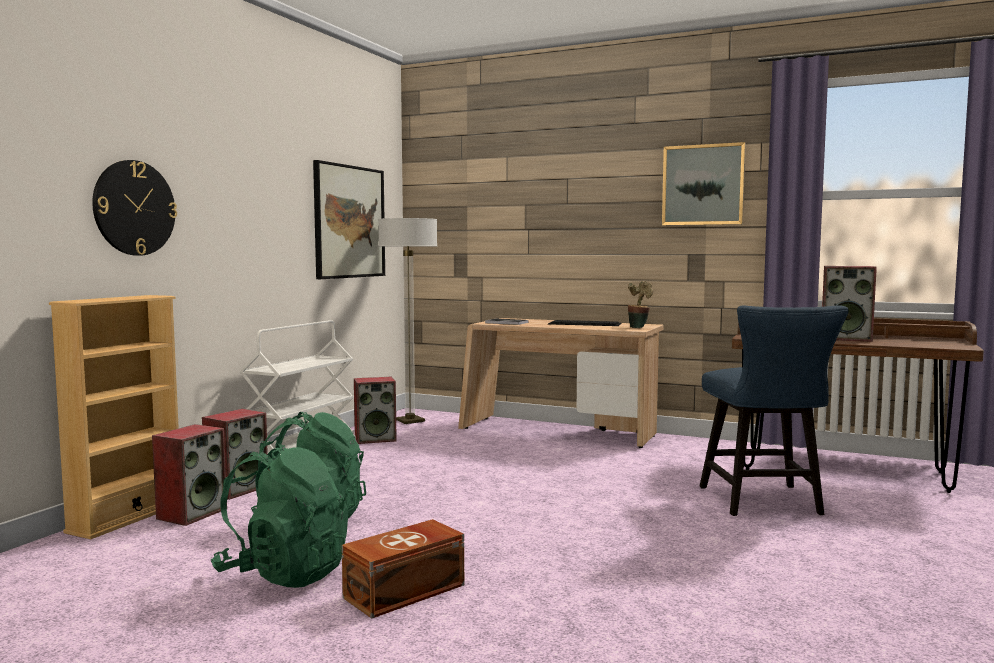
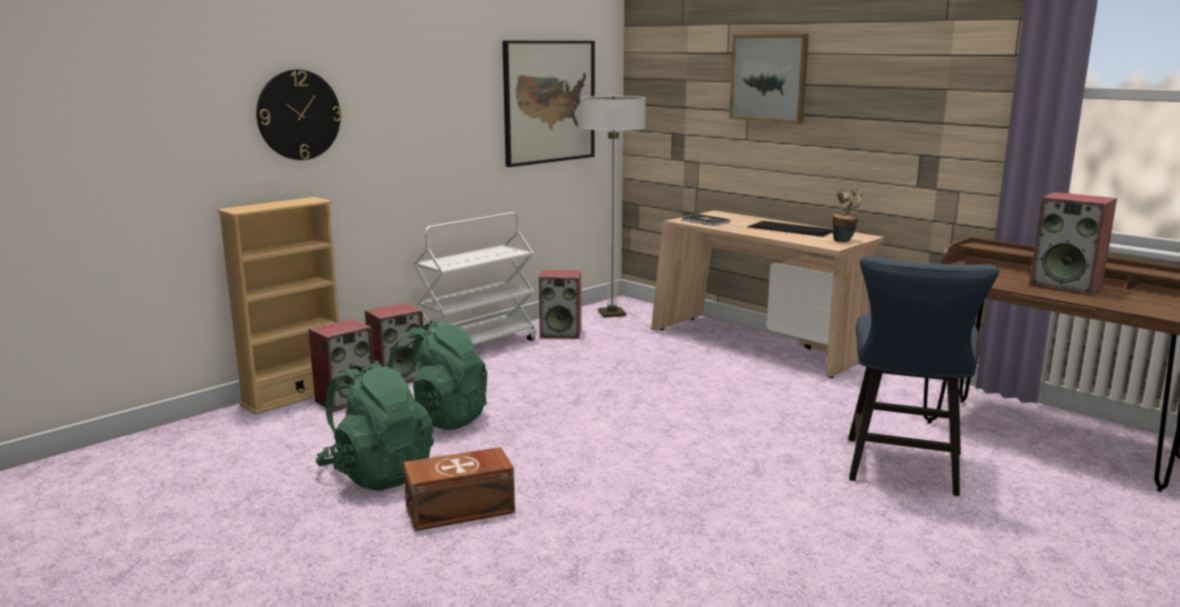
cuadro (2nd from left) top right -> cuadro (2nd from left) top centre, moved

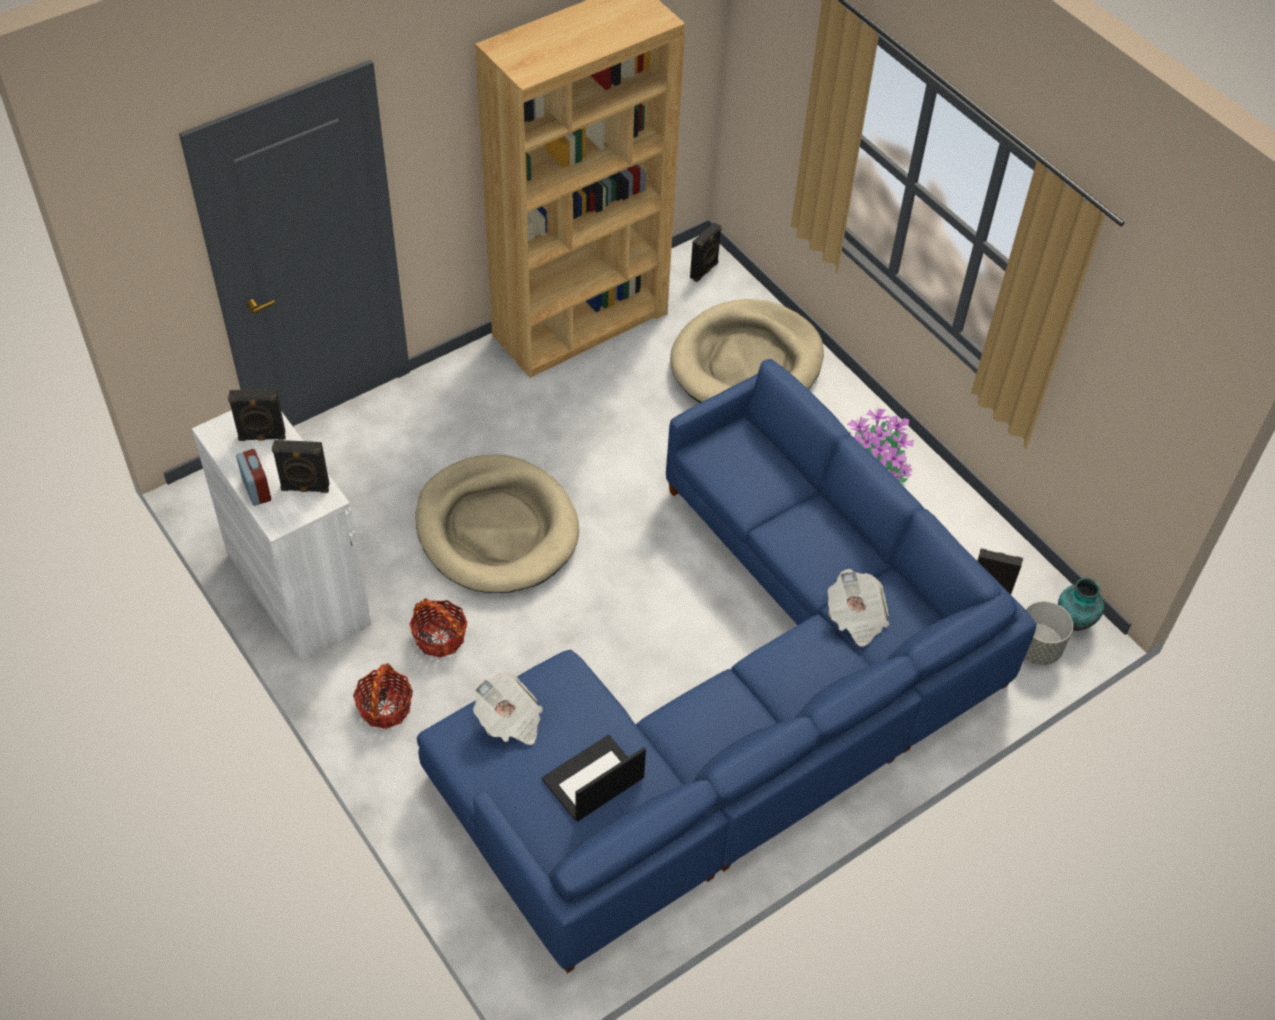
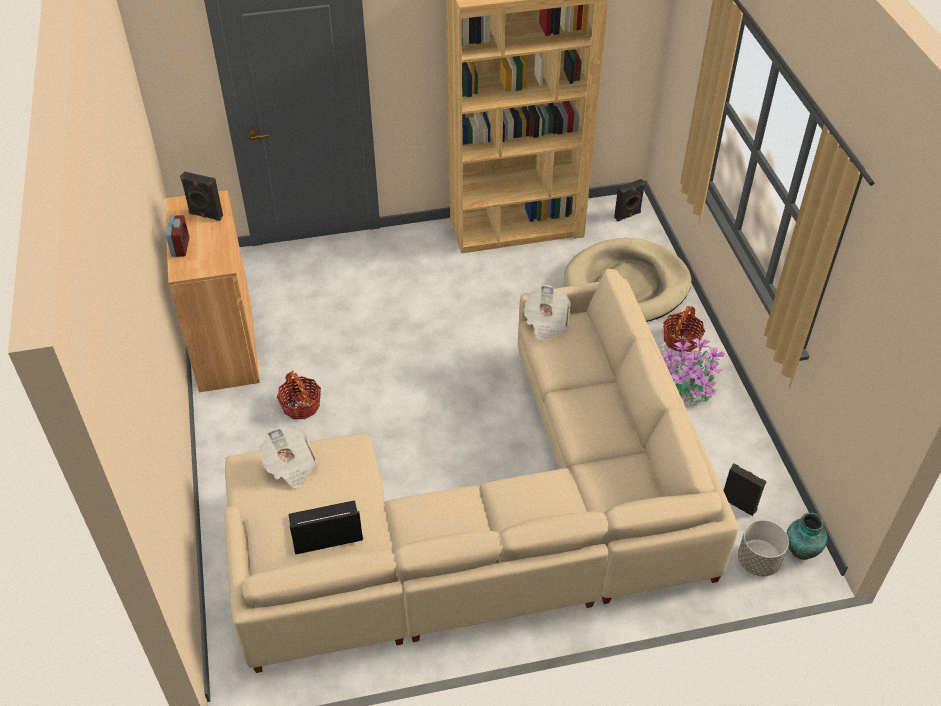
armario [blanco] middle left -> armario [marrón] middle left
sofá [azul] centre -> sofá [beis] bottom centre
periódico (2nd from left) middle right -> periódico (2nd from left) centre, moved
cesta (1st from left in the first image) bottom left -> cesta (2nd from left) middle right, moved
altavoz [negro] (2nd from left) middle left -> none
cama para perro [beis] (1st from left) centre -> none

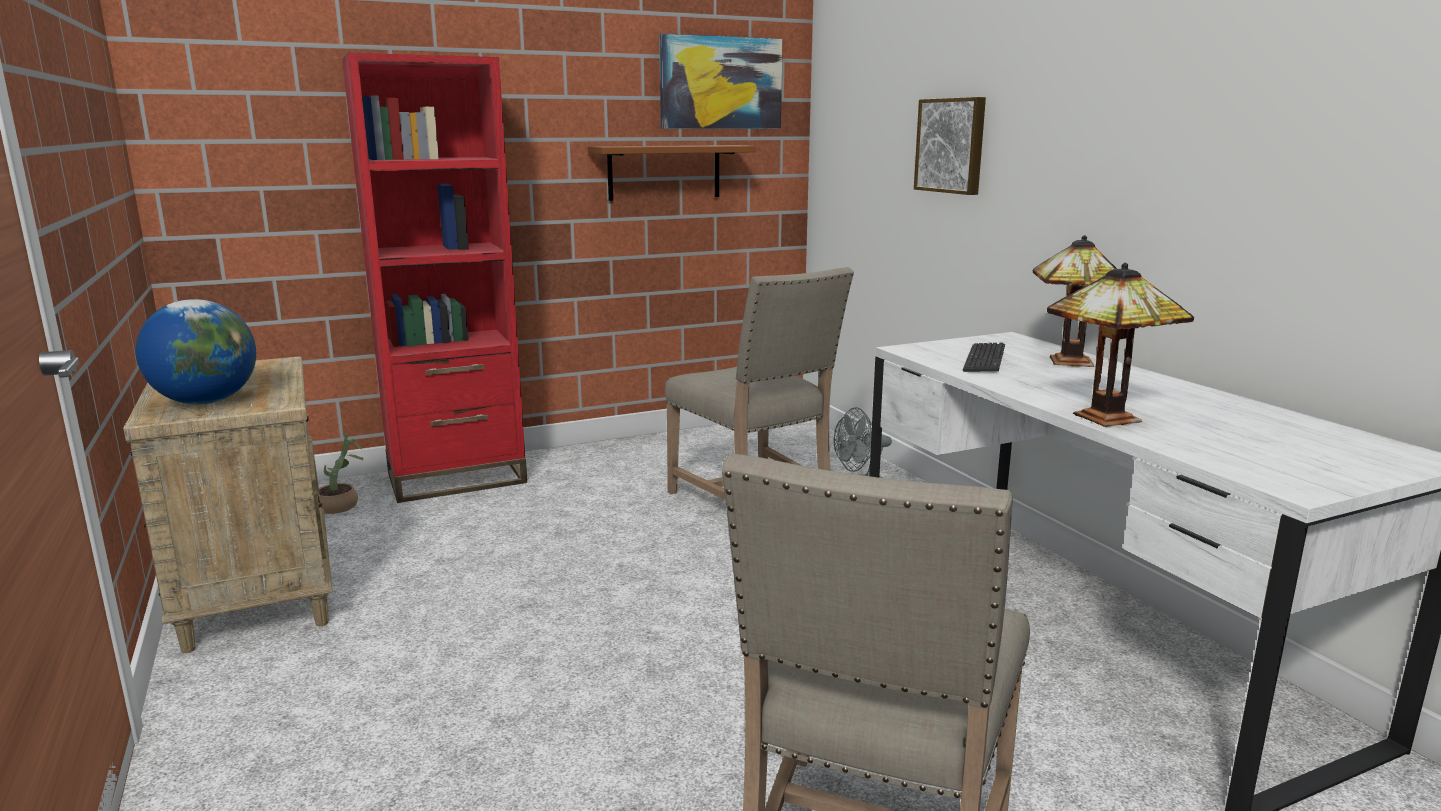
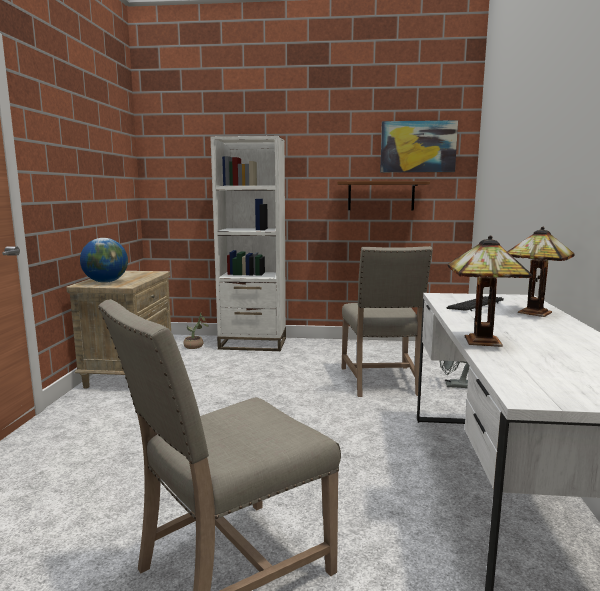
estantería [rojo] middle left -> estantería [blanco] centre
cuadro (2nd from left) top centre -> none

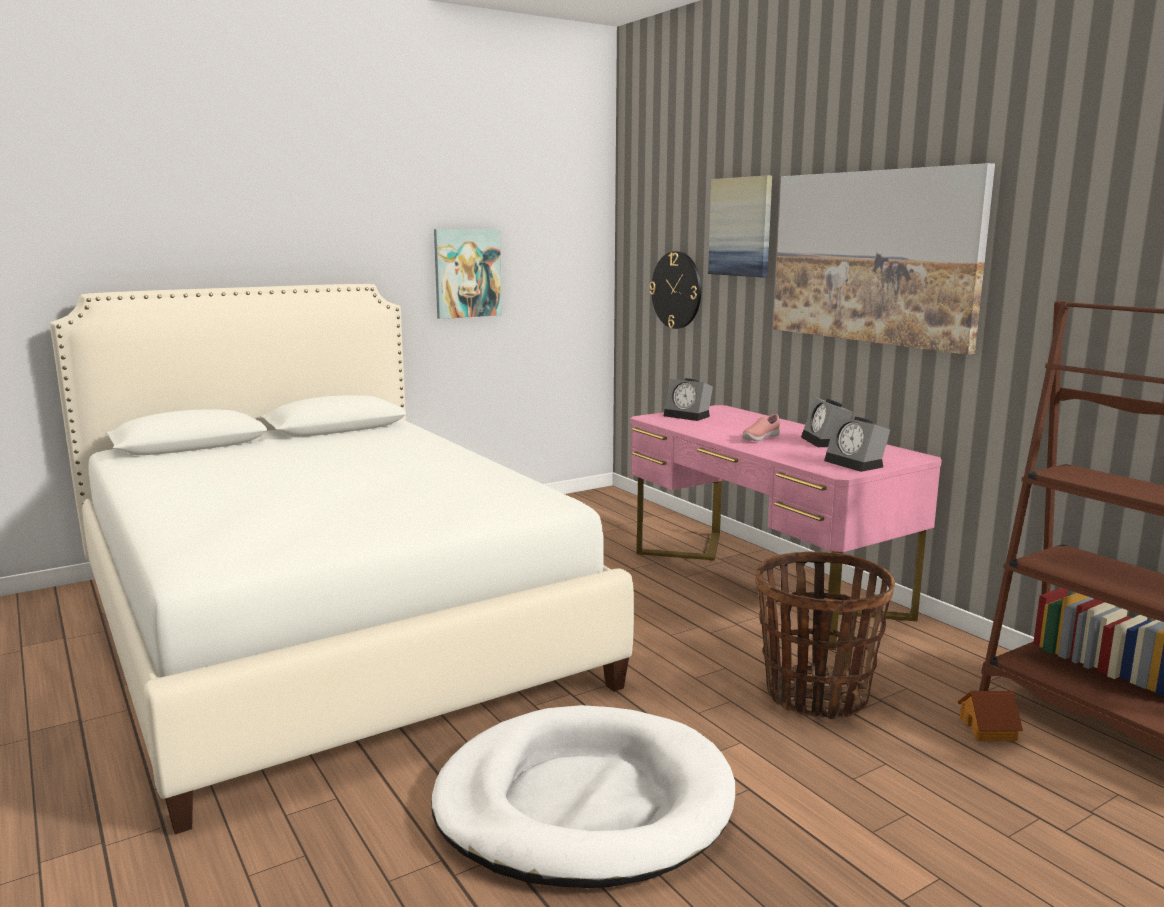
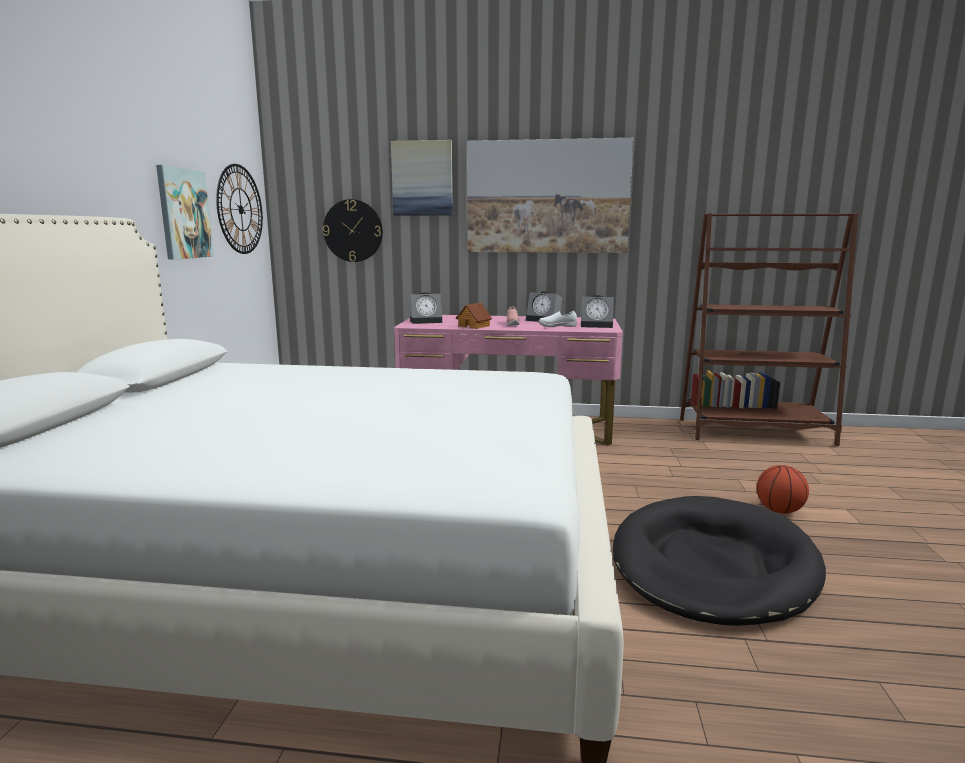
none -> reloj de pared (1st from left) top left
casita bottom right -> casita centre, moved
none -> zapato [blanco] centre
cama para perro [blanco] bottom centre -> cama para perro [negro] bottom right
none -> balón de baloncesto middle right
cesta bottom right -> none

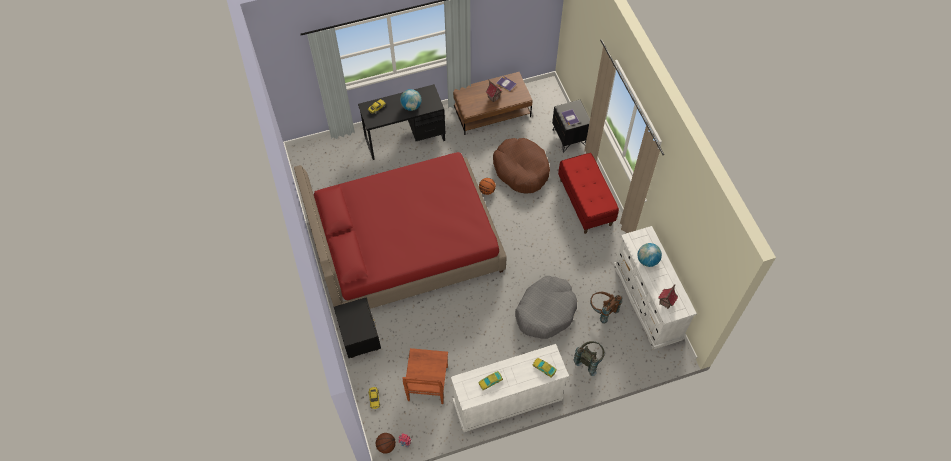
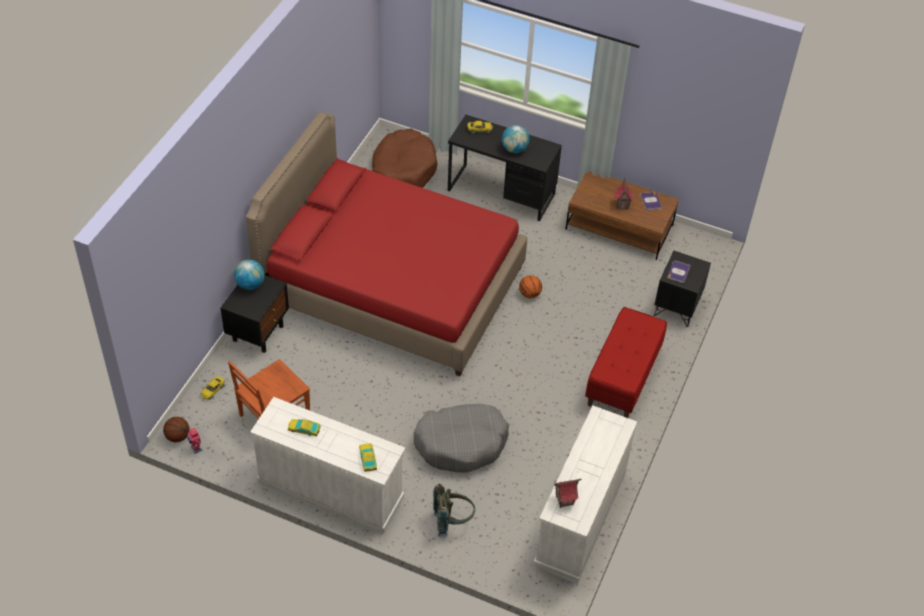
globo terráqueo (2nd from left in the first image) middle right -> globo terráqueo (1st from left) middle left, moved
cama para perro [marrón] centre -> cama para perro [marrón] top centre, moved
mochila [marrón] bottom centre -> none

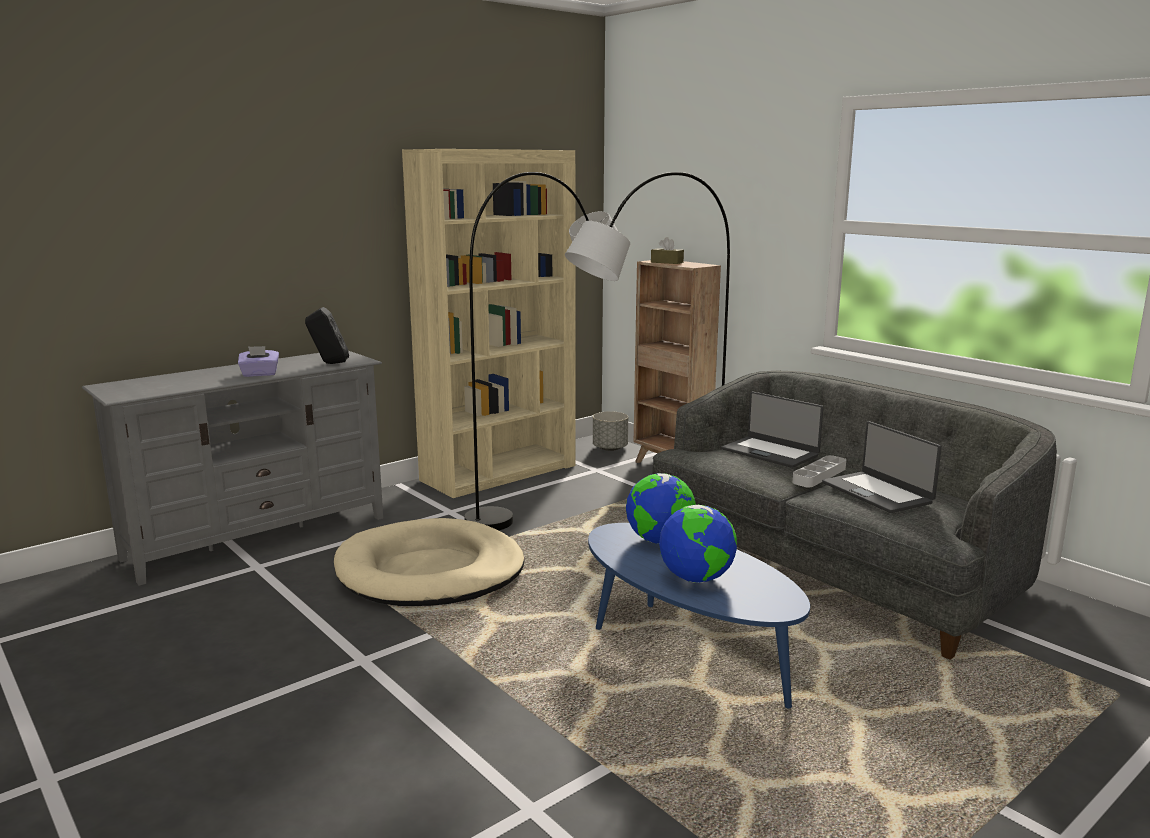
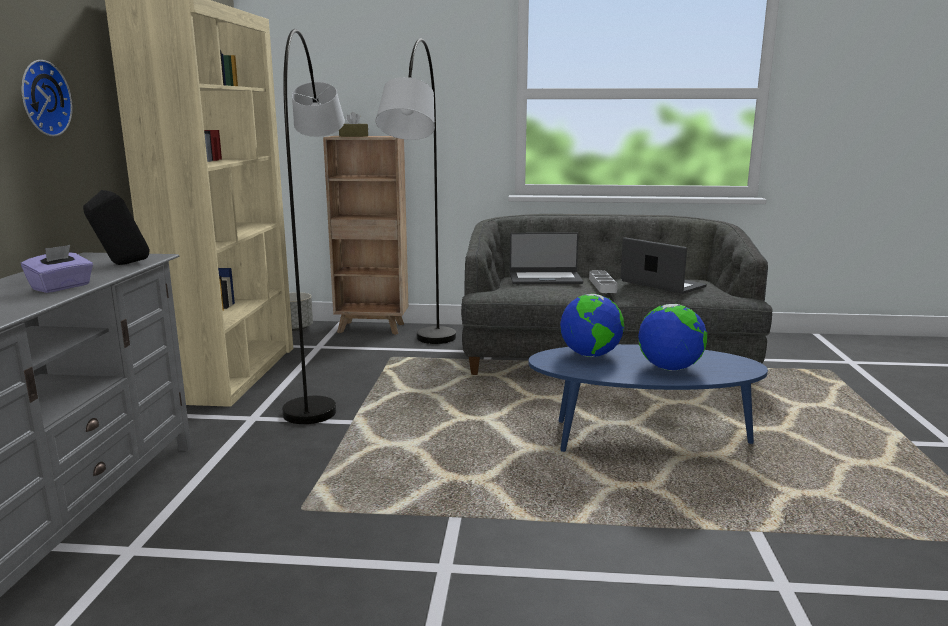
none -> reloj de pared top left
portátil (2nd from left) middle right, 150 degrees counterclockwise
cama para perro [beis] bottom centre -> none

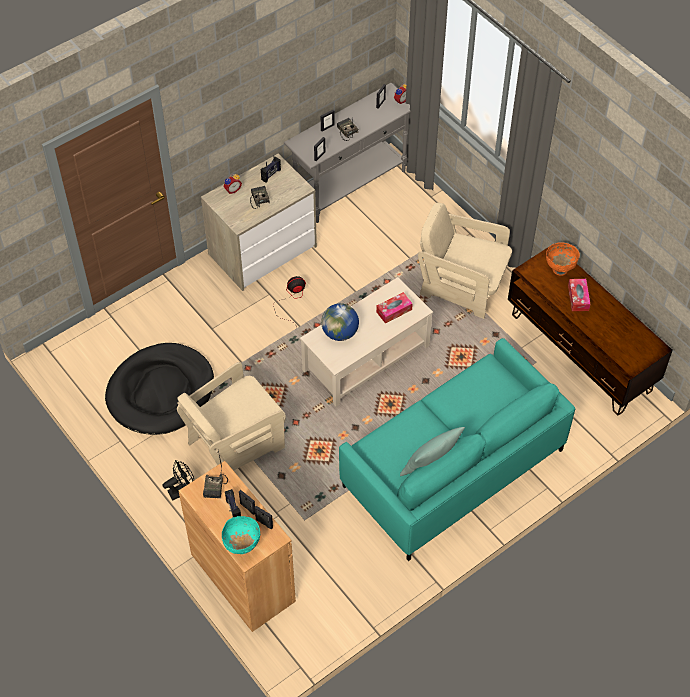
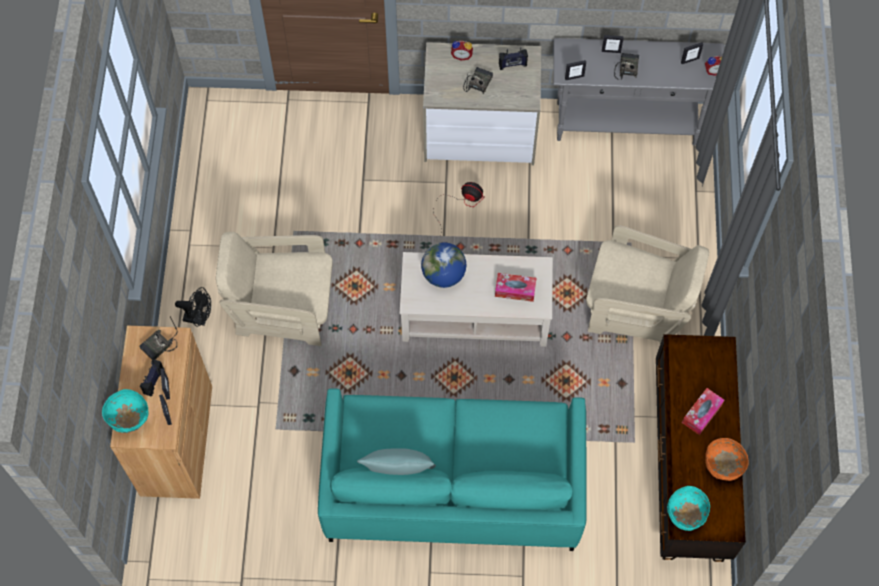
sillón [beis] (2nd from left) middle right, 135 degrees clockwise
none -> cuenco [turquesa] (2nd from left) bottom right
cuenco [naranja] middle right -> cuenco [naranja] bottom right, moved
cama para perro [negro] middle left -> none

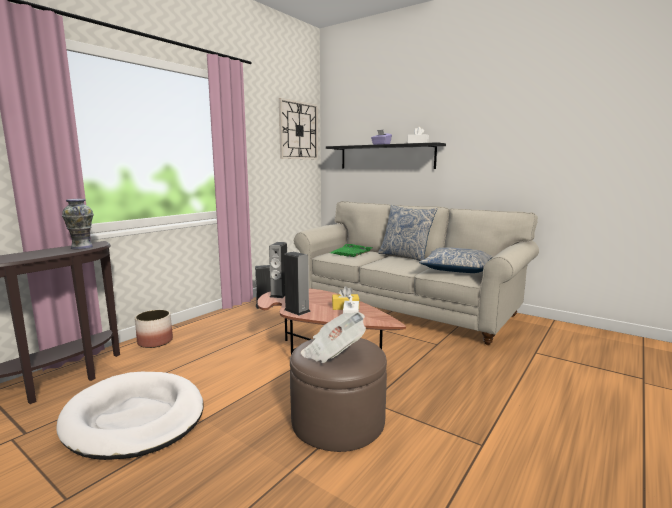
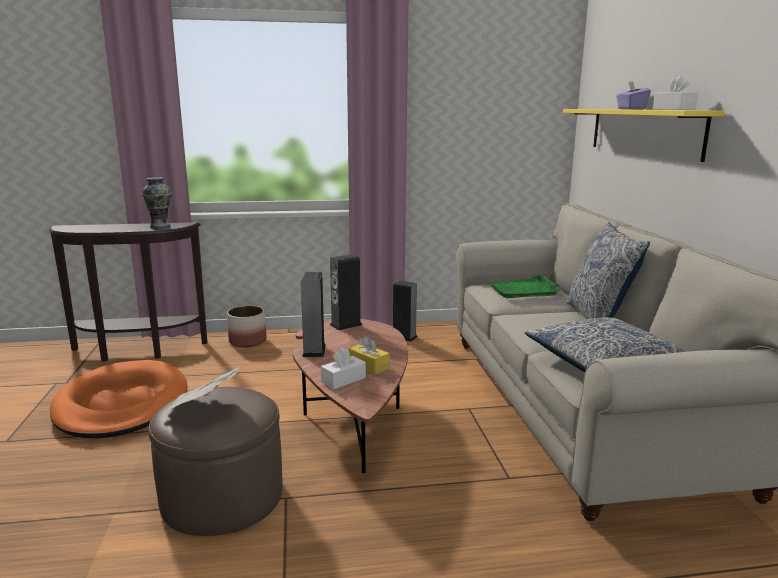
cama para perro [blanco] bottom left -> cama para perro [naranja] bottom left
estante [negro] top centre -> estante [amarillo] top right
reloj de pared top centre -> none

